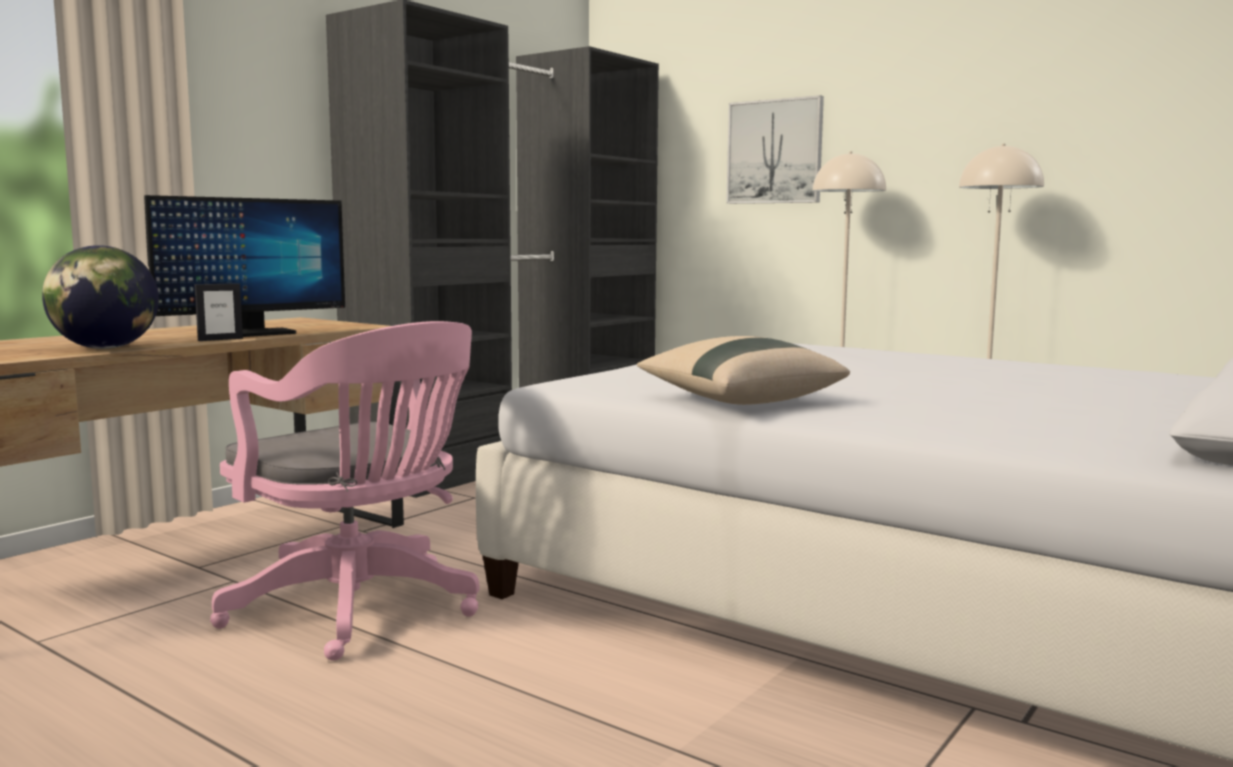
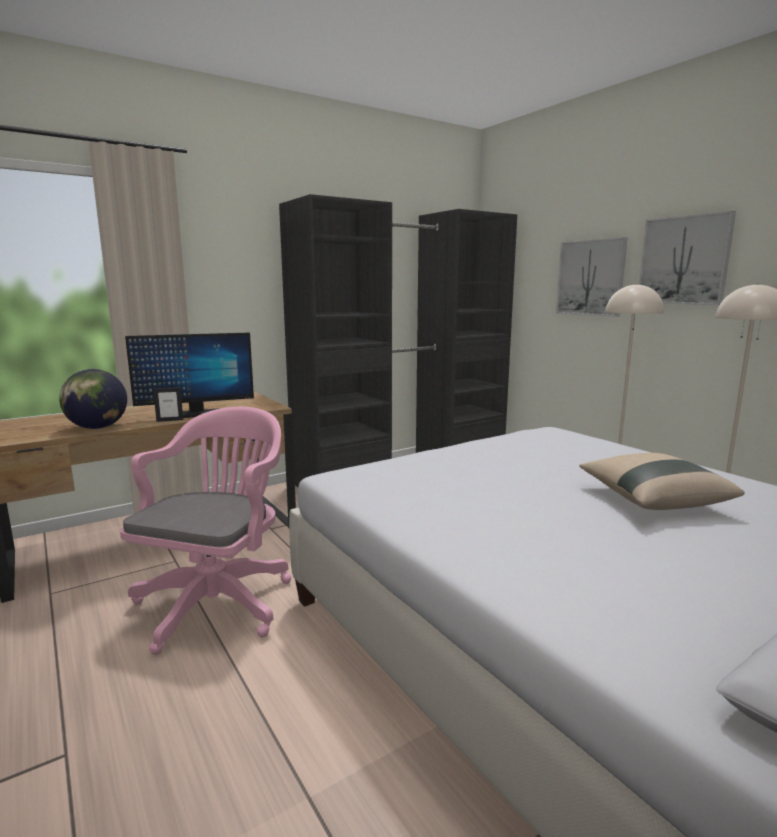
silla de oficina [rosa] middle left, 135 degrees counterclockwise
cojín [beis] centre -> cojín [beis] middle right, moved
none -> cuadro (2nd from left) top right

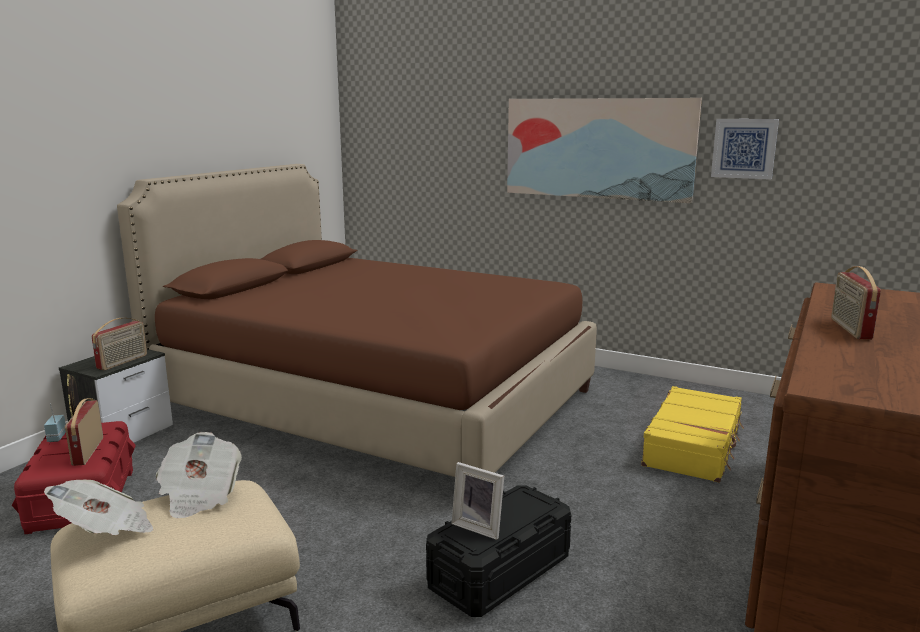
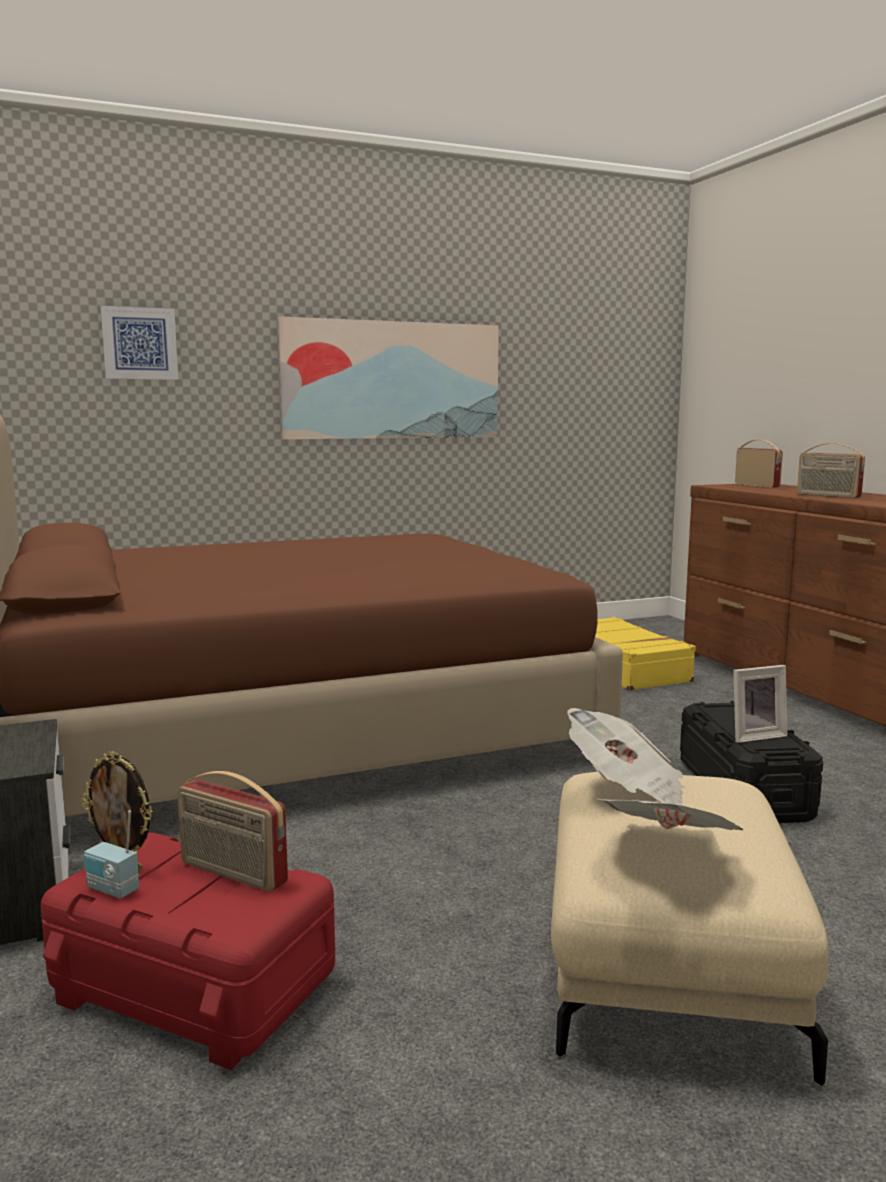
cuadro (2nd from left in the first image) top right -> cuadro (1st from left) top left, moved
radio (3rd from left) middle left -> radio (3rd from left) middle right, moved

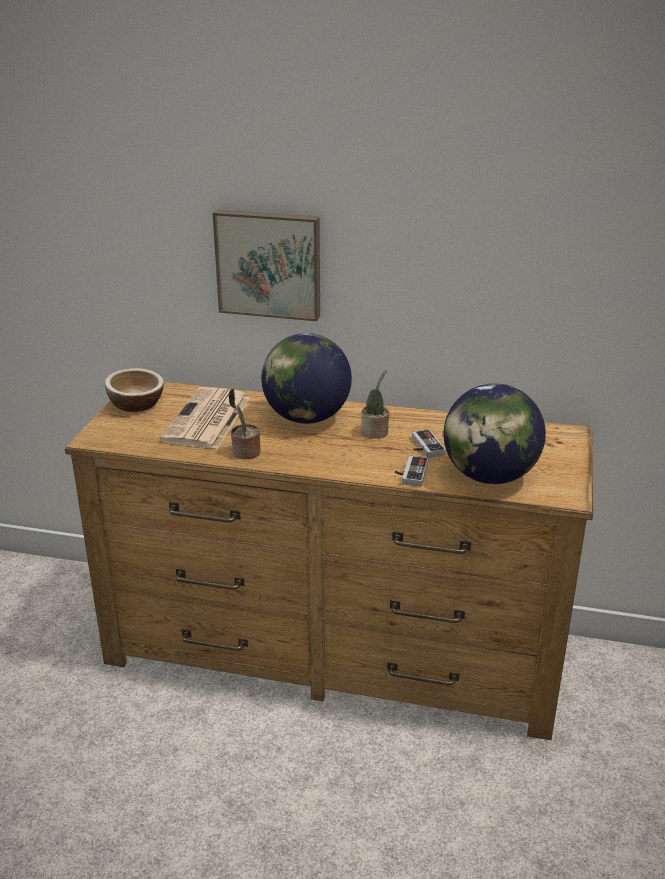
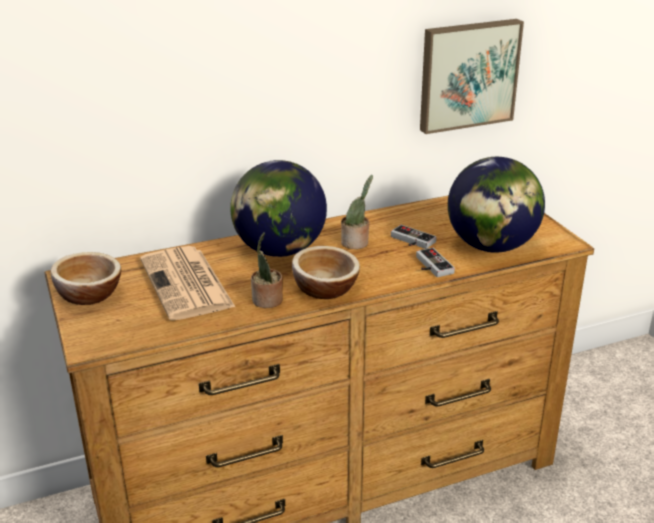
none -> cuenco (2nd from left) centre
cuadro top centre -> cuadro top right, moved

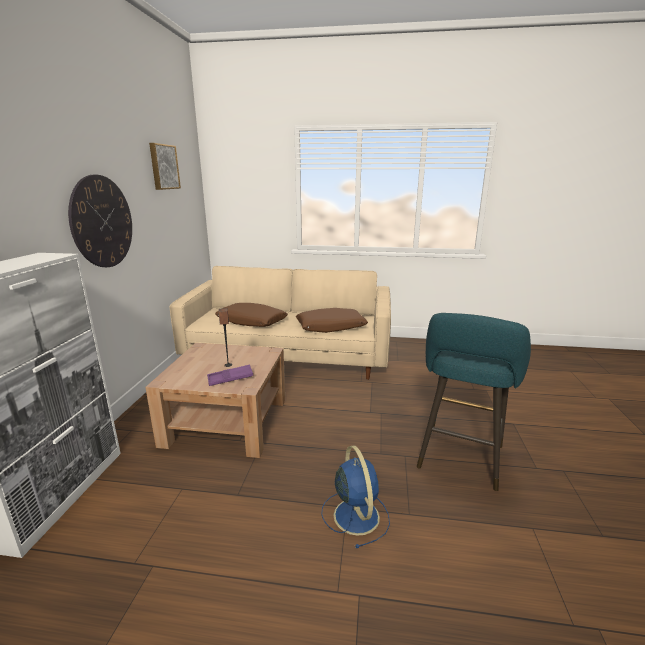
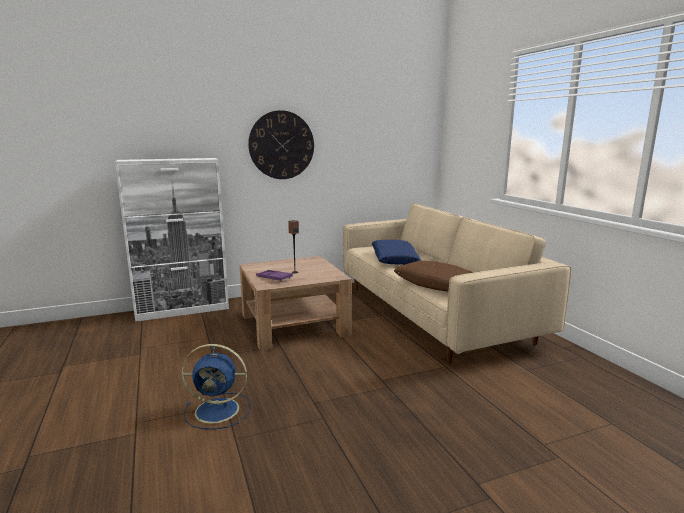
ventilador [azul] bottom centre -> ventilador [azul] bottom left, 45 degrees clockwise
cojín [marrón] (1st from left) centre -> cojín [azul] centre
cuadro top left -> none
taburete [turquesa] middle right -> none

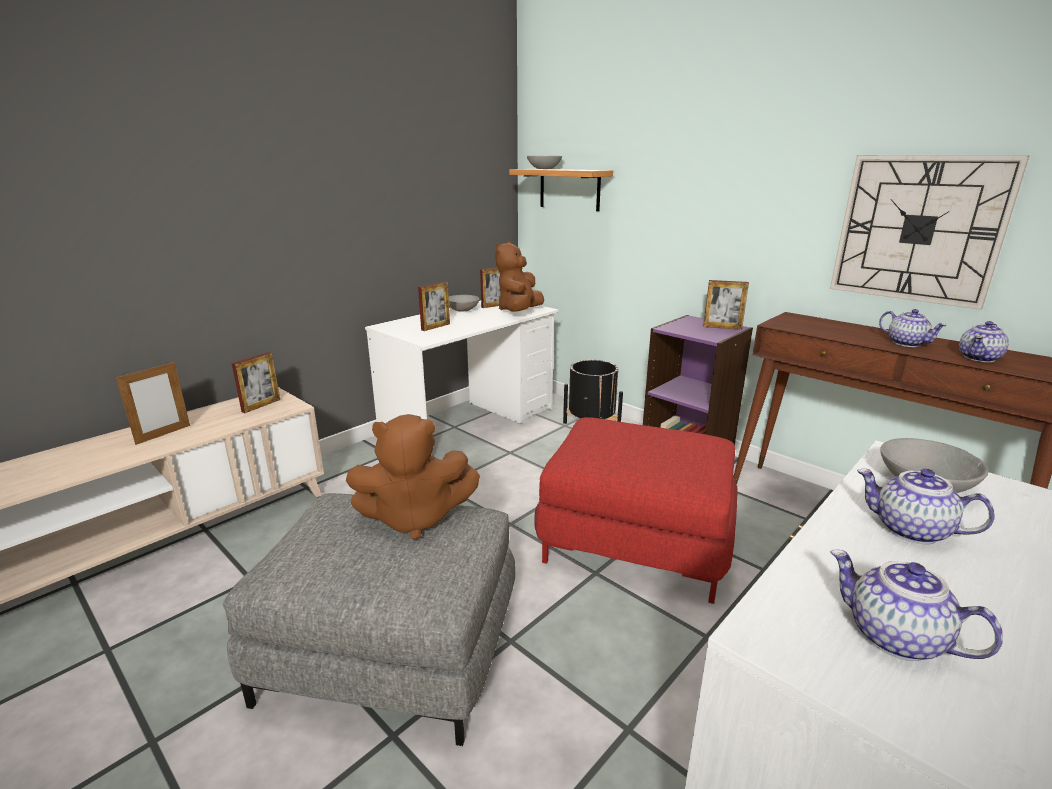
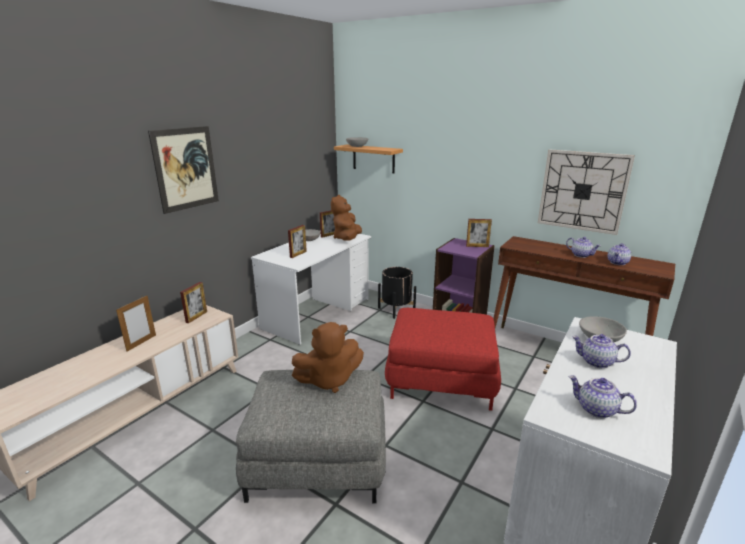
none -> cuadro top left

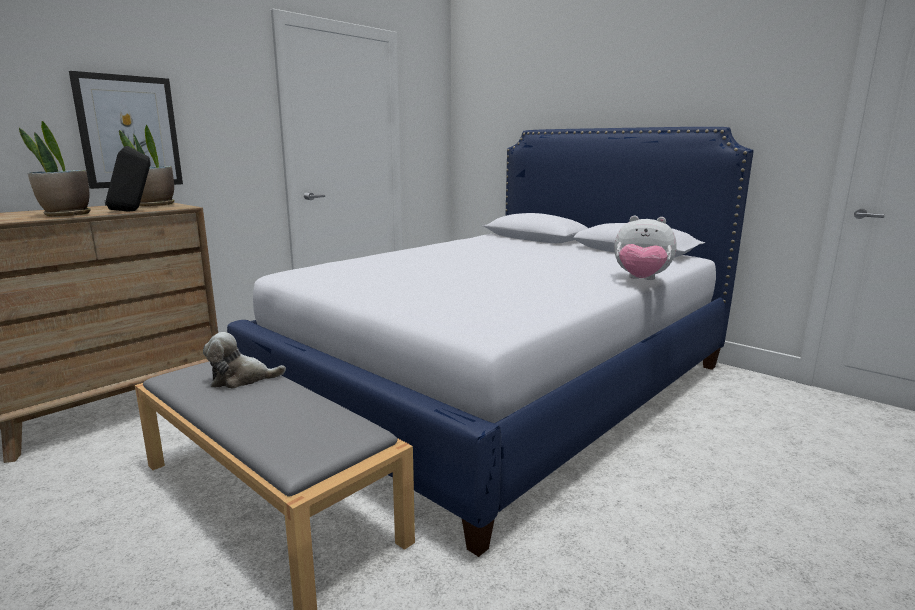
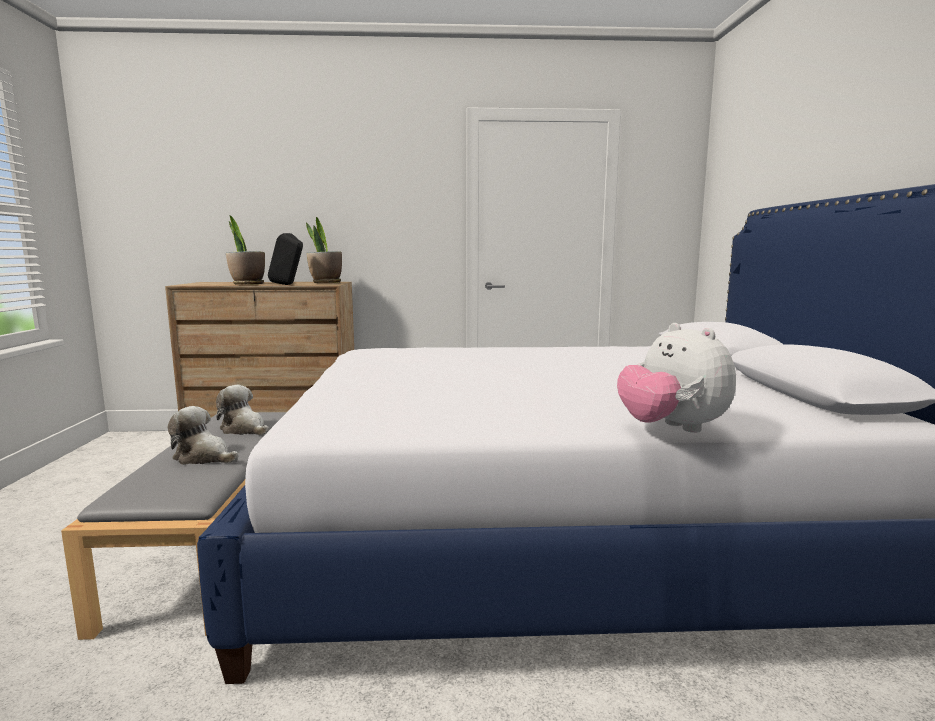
none -> peluche (1st from left) middle left
cuadro top left -> none

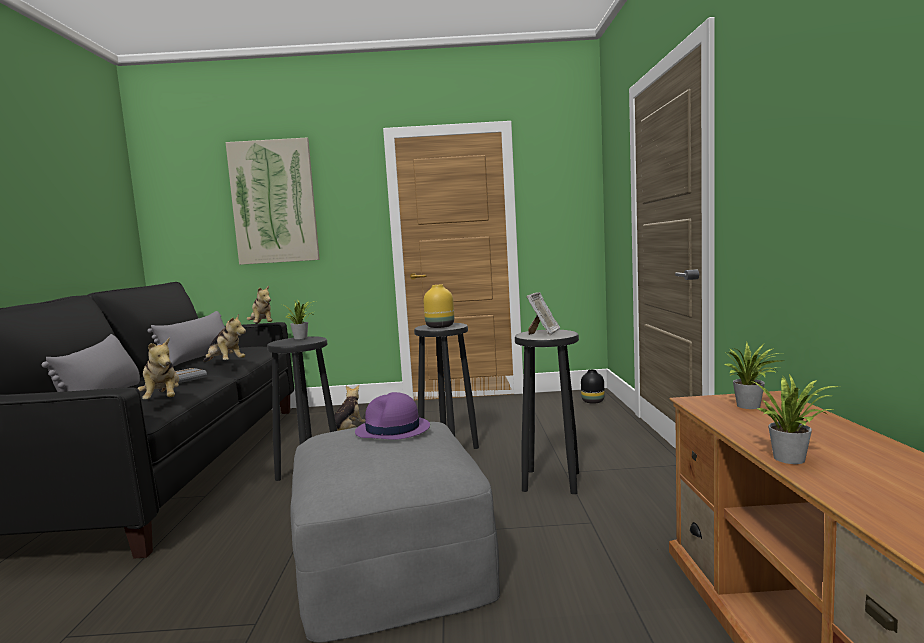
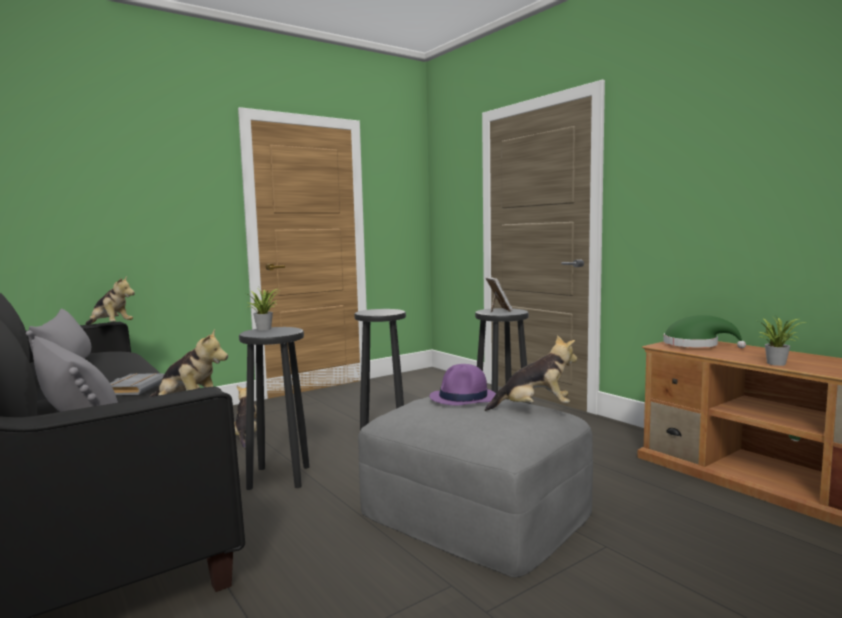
peluche (2nd from left in the first image) middle left -> peluche (4th from left) centre, moved
planta en maceta (2nd from left) middle right -> sombrero [verde] middle right
cuadro top left -> none
florero [amarillo] centre -> none
florero [negro] centre -> none

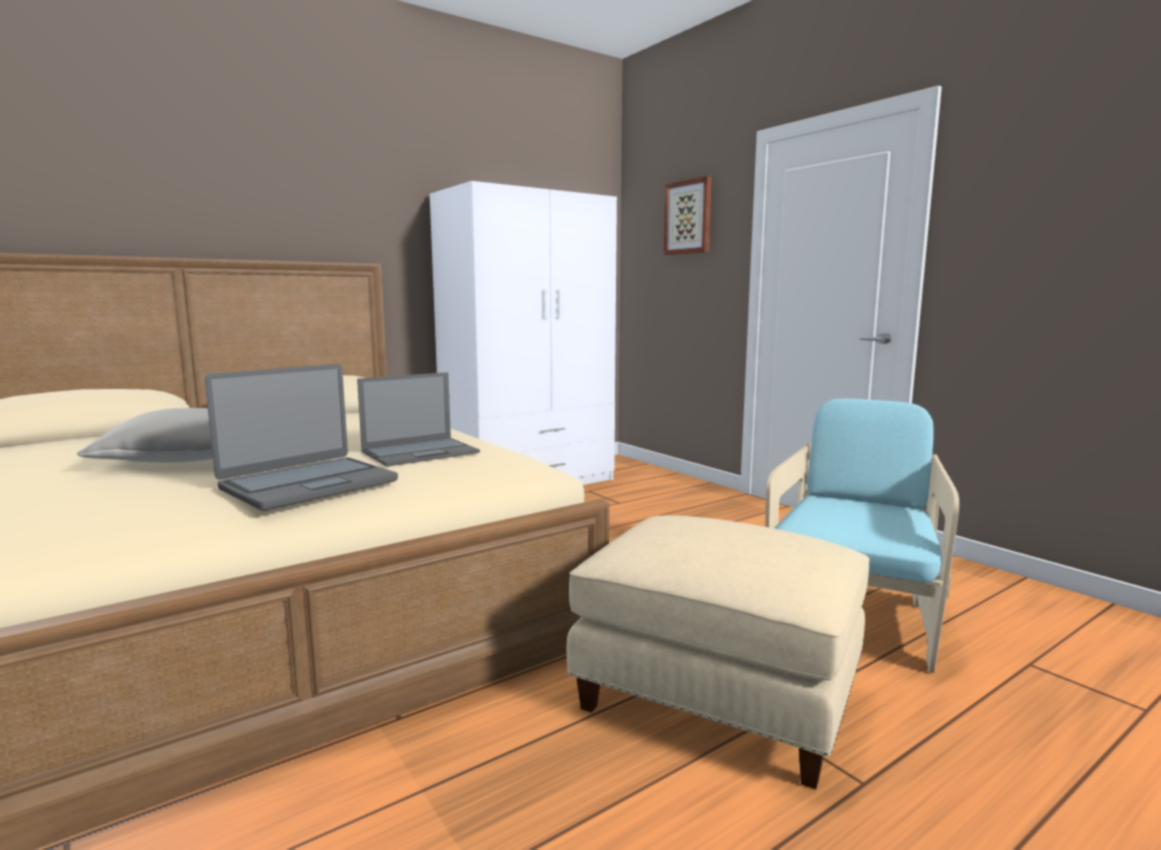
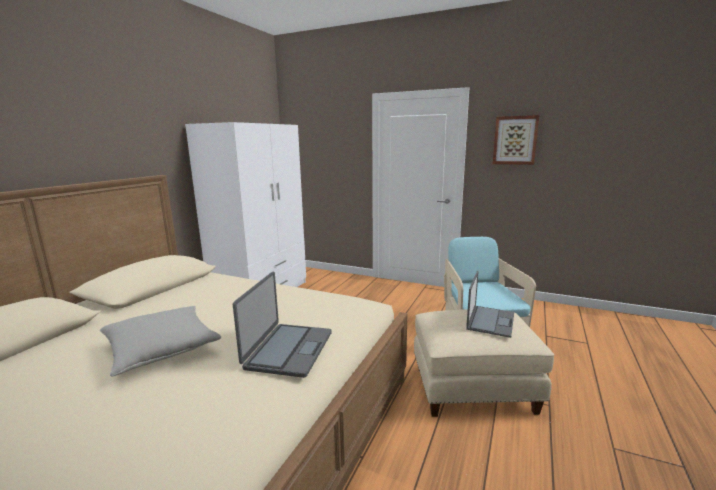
portátil (2nd from left) centre -> portátil (2nd from left) middle right, moved
cuadro top centre -> cuadro top right, moved

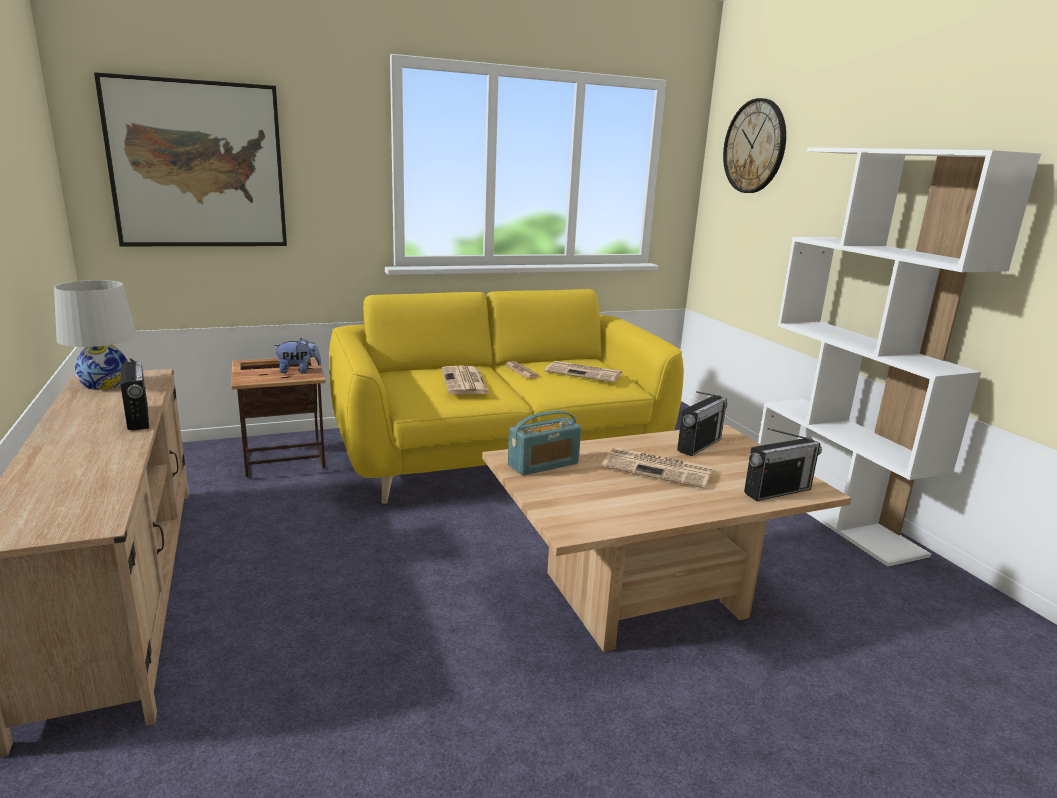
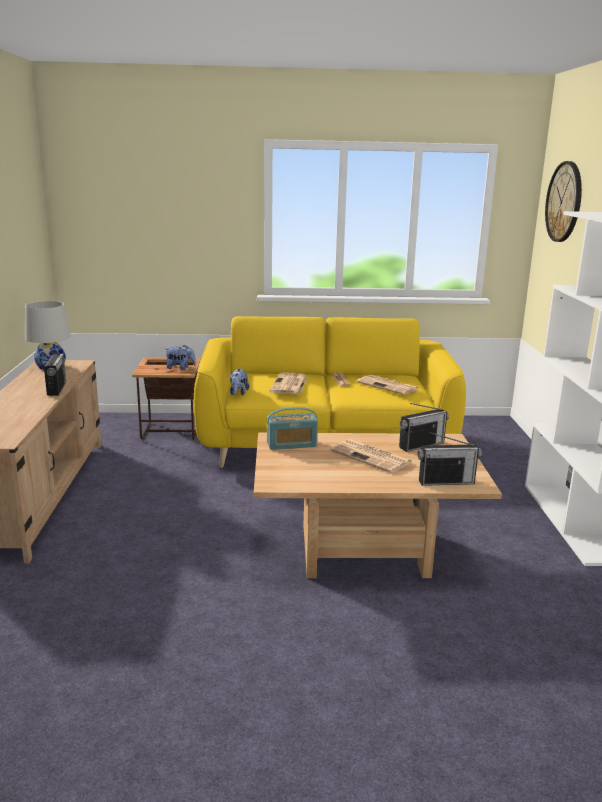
none -> peluche (2nd from left) centre
cuadro top left -> none

